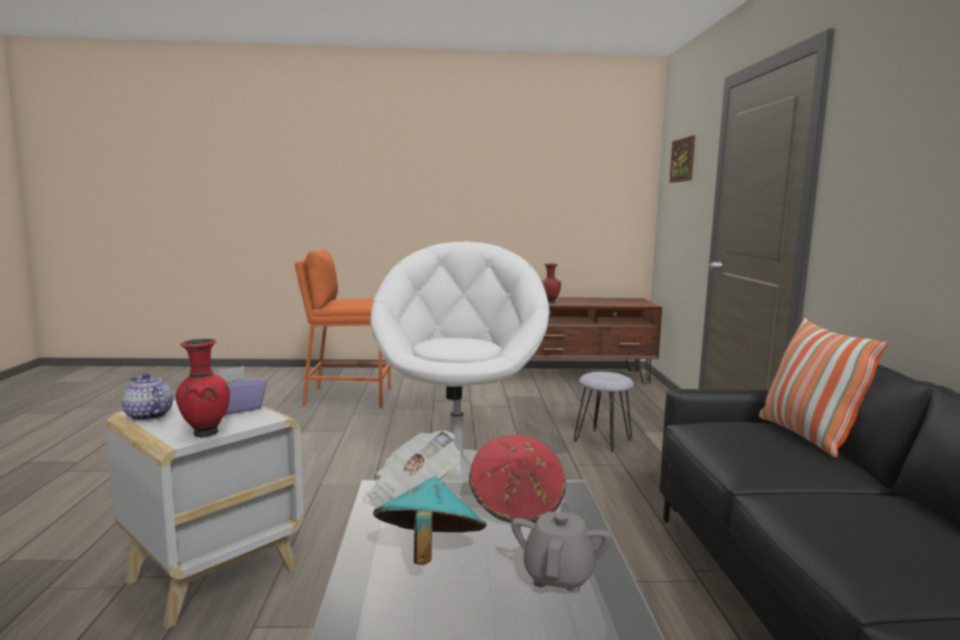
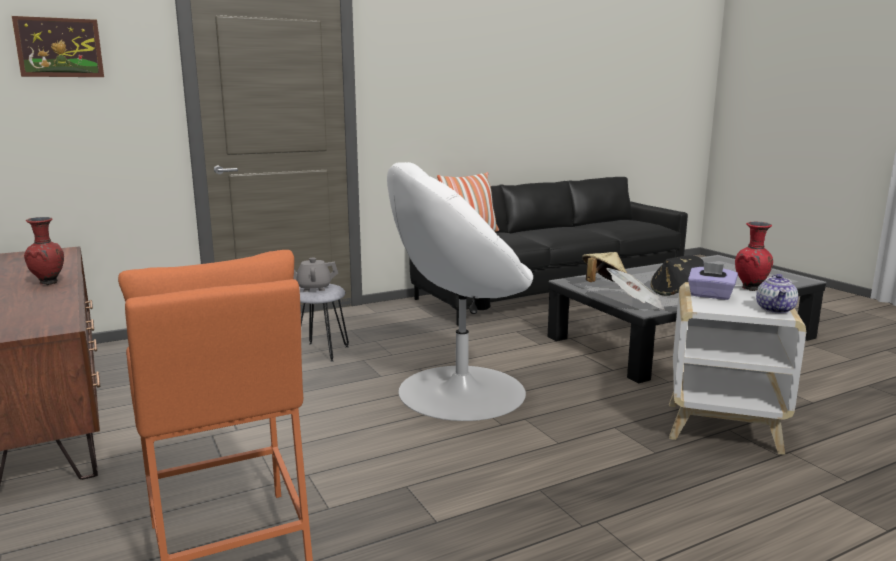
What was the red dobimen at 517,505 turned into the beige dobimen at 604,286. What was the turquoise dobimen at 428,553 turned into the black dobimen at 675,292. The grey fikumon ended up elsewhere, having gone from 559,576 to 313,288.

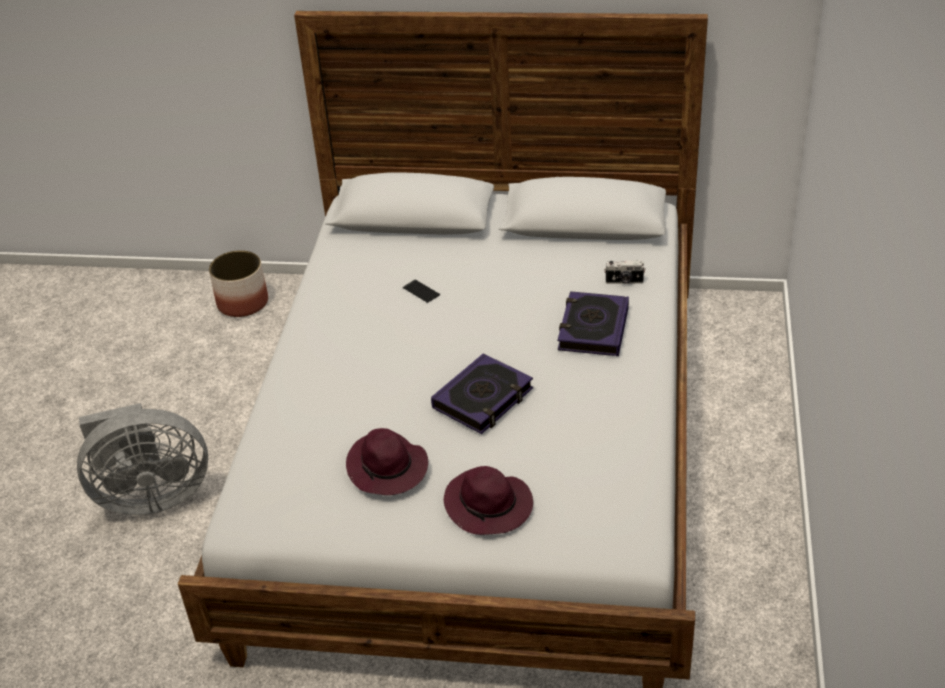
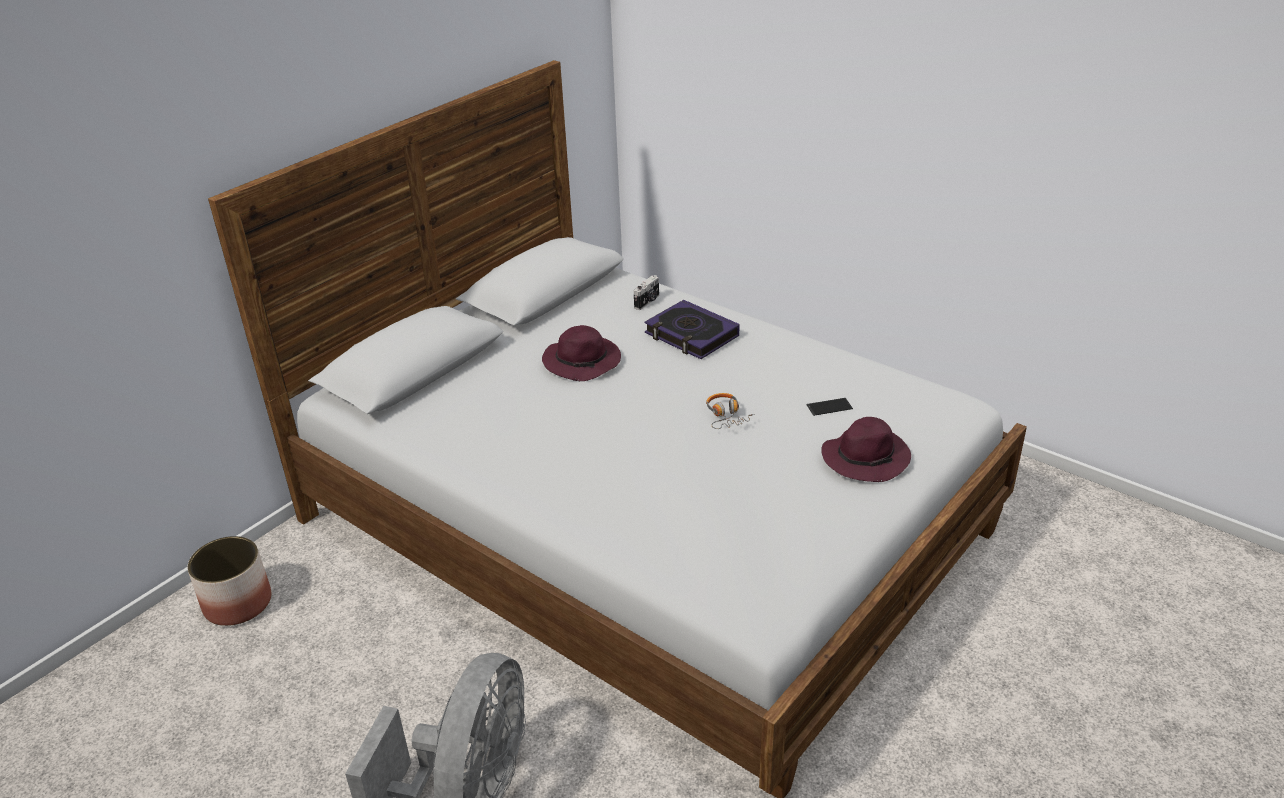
The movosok ended up elsewhere, having gone from 421,291 to 829,407. Where the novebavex stood at 483,399, the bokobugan came to stand at 726,416. The purple dobimen ended up elsewhere, having gone from 388,468 to 583,362.

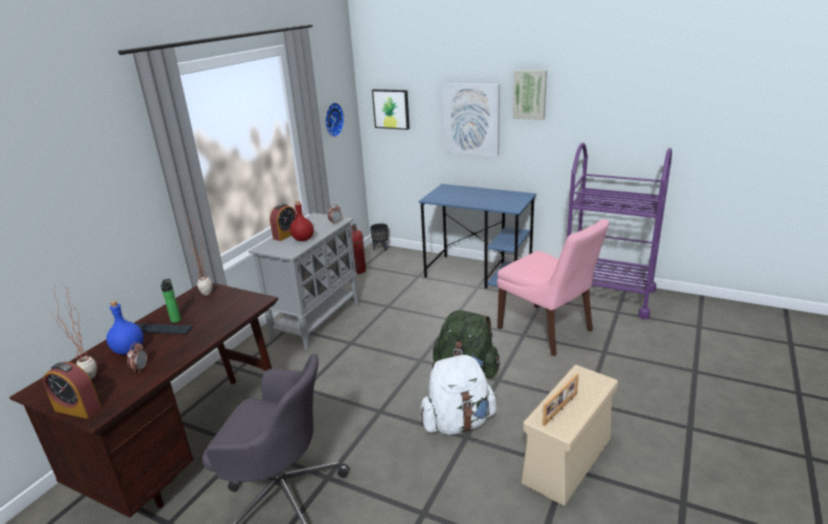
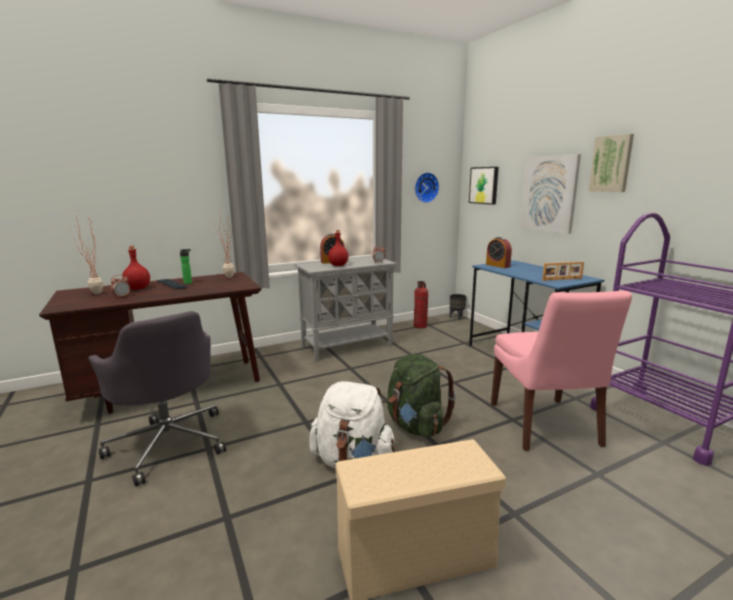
What was the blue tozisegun at 129,350 turned into the red tozisegun at 138,288. The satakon ended up elsewhere, having gone from 78,408 to 497,265. The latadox ended up elsewhere, having gone from 561,409 to 562,279.

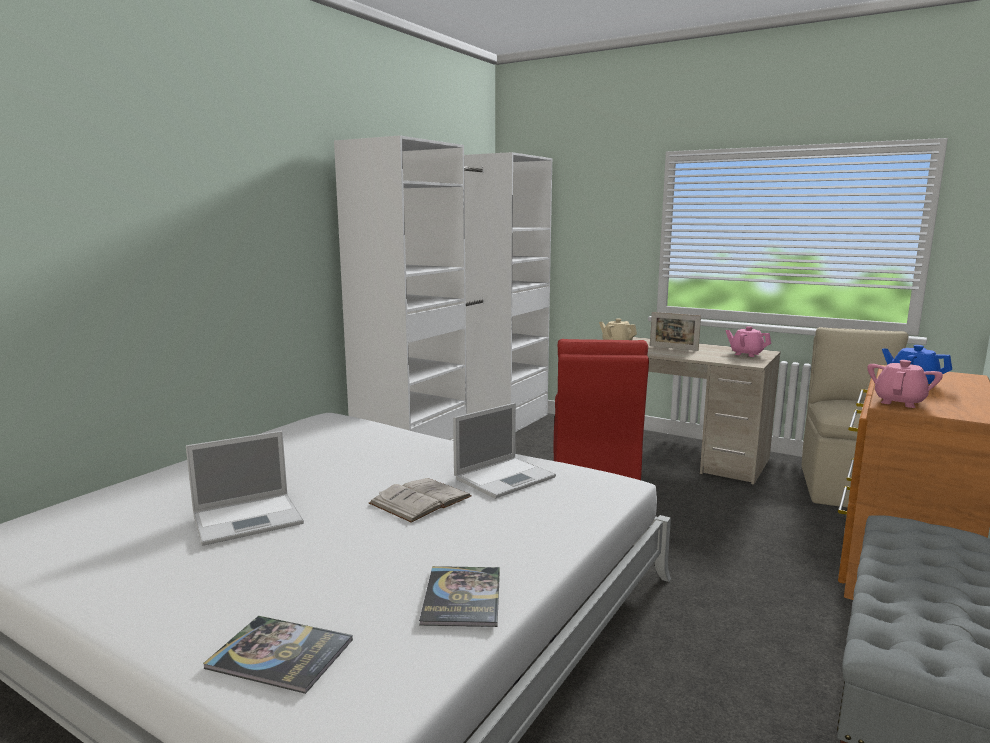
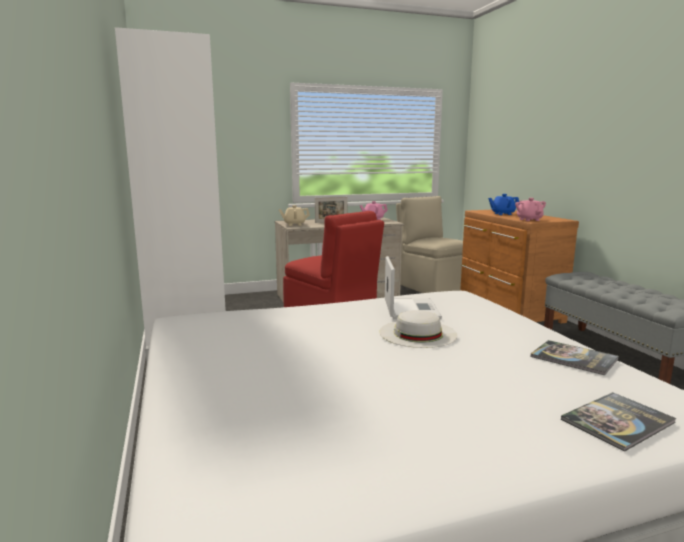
The second view lost the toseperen at 250,518. Where the white novebavex stood at 420,500, the white dobimen came to stand at 418,333.

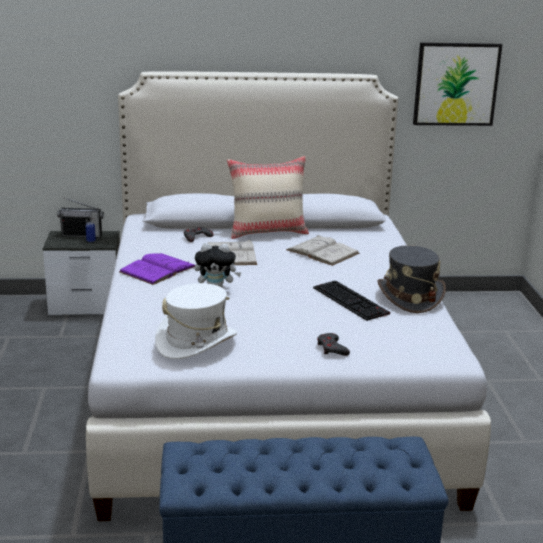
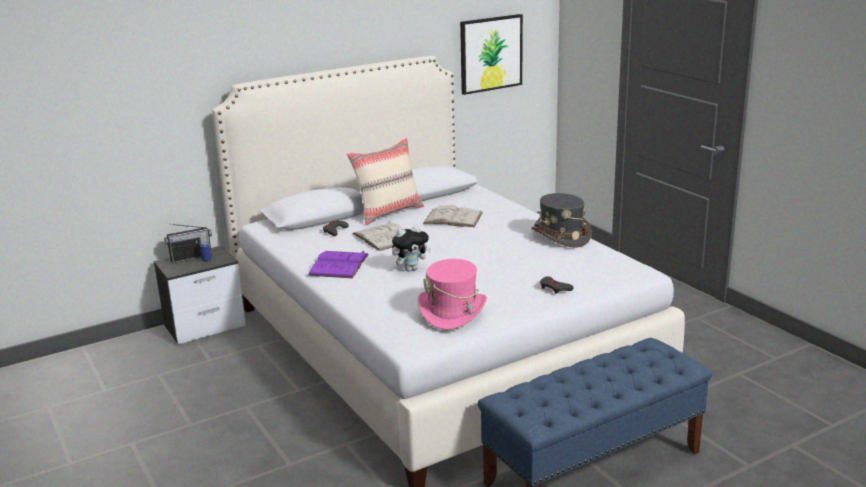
The second view lost the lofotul at 352,301. What was the white dobimen at 196,342 turned into the pink dobimen at 452,311.

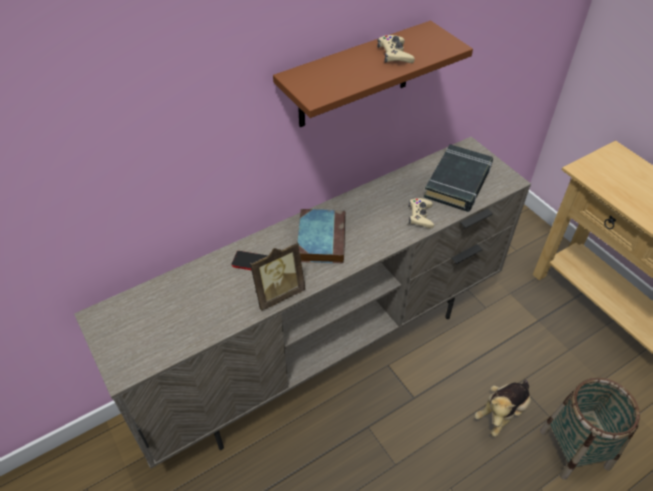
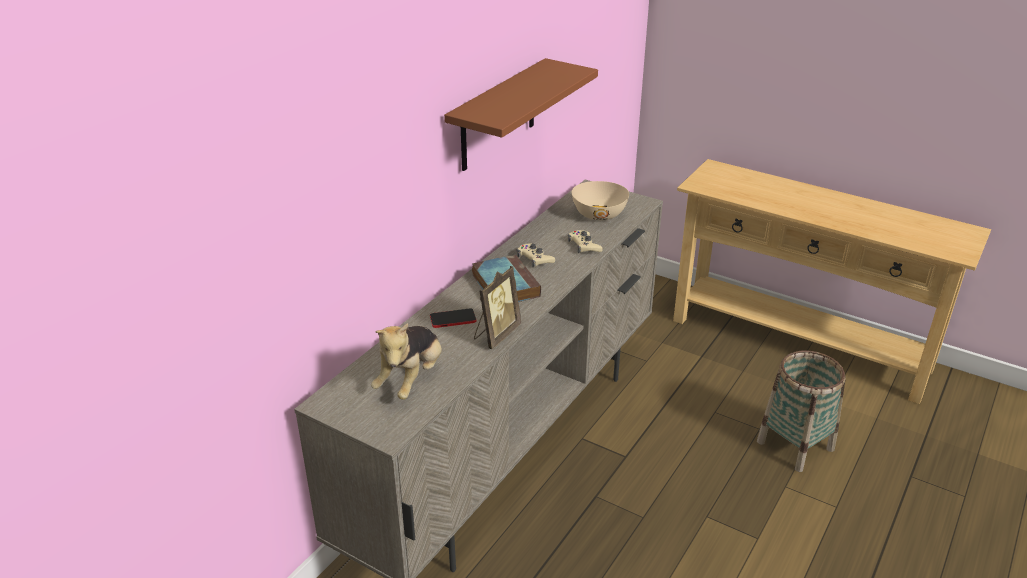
The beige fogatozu ended up elsewhere, having gone from 394,54 to 534,259. Where the black novebavex stood at 458,182, the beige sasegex came to stand at 599,214. The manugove ended up elsewhere, having gone from 502,412 to 411,379.

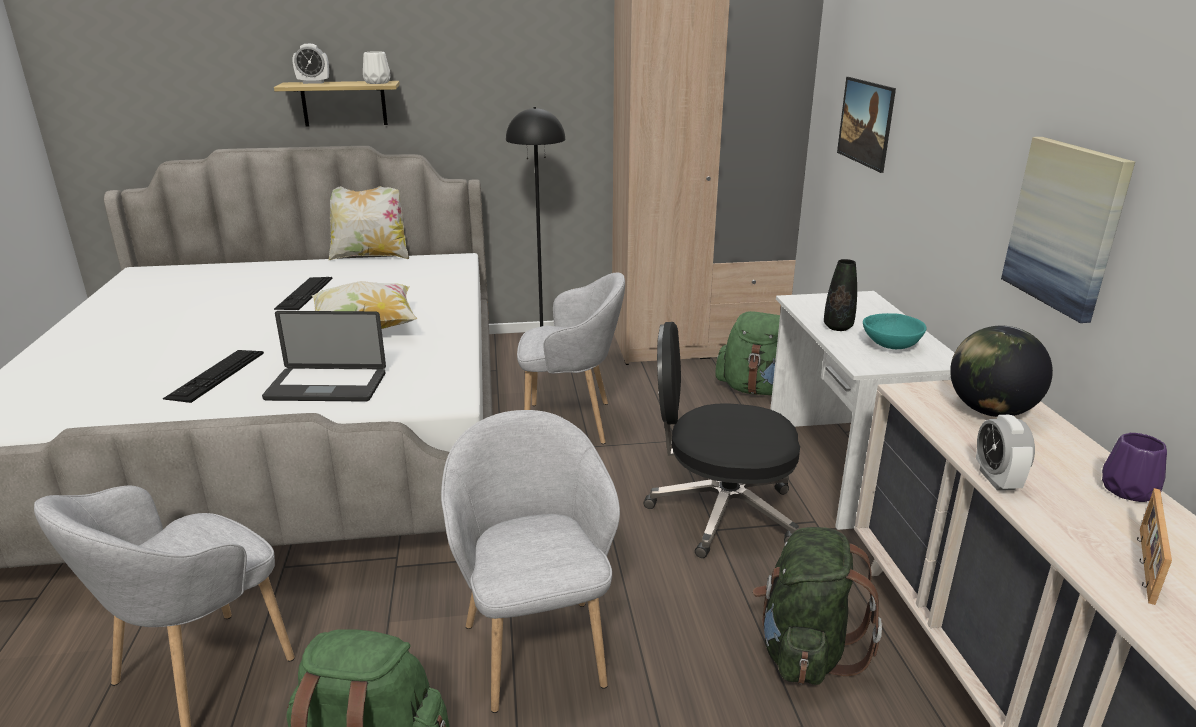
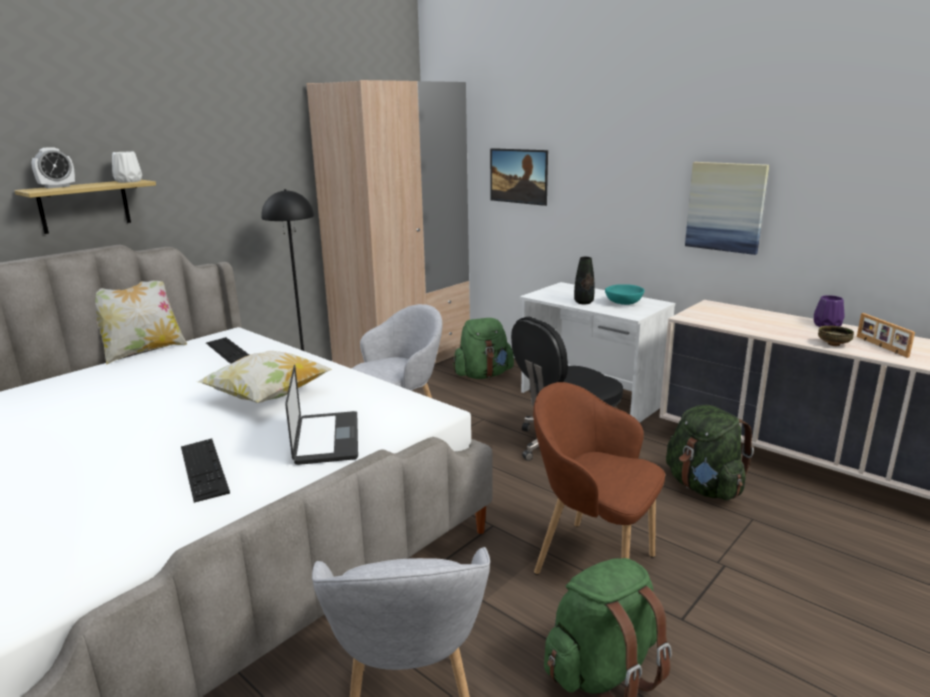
The lofotul ended up elsewhere, having gone from 304,293 to 229,351. The toseperen at 326,387 ended up facing another way, 60 degrees counterclockwise from before. The second view lost the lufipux at 990,411. What was the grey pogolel at 536,648 turned into the brown pogolel at 591,560. The second view lost the satakon at 997,479. The second view gained the sasegex at 833,344.

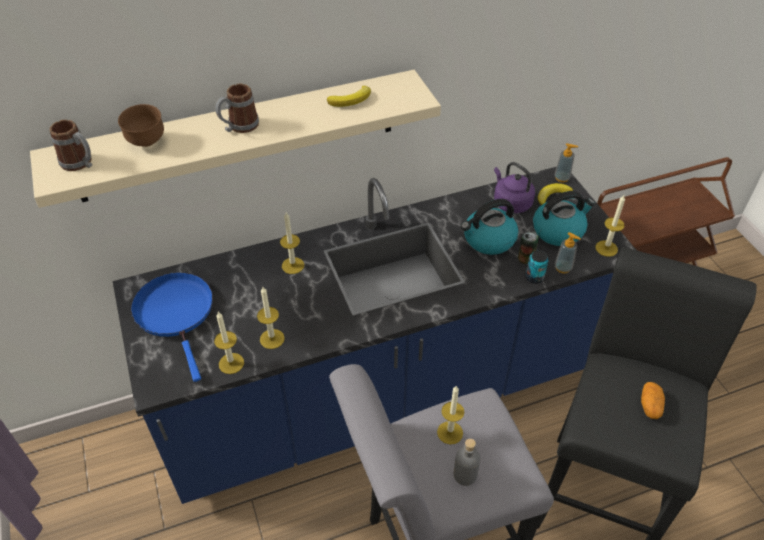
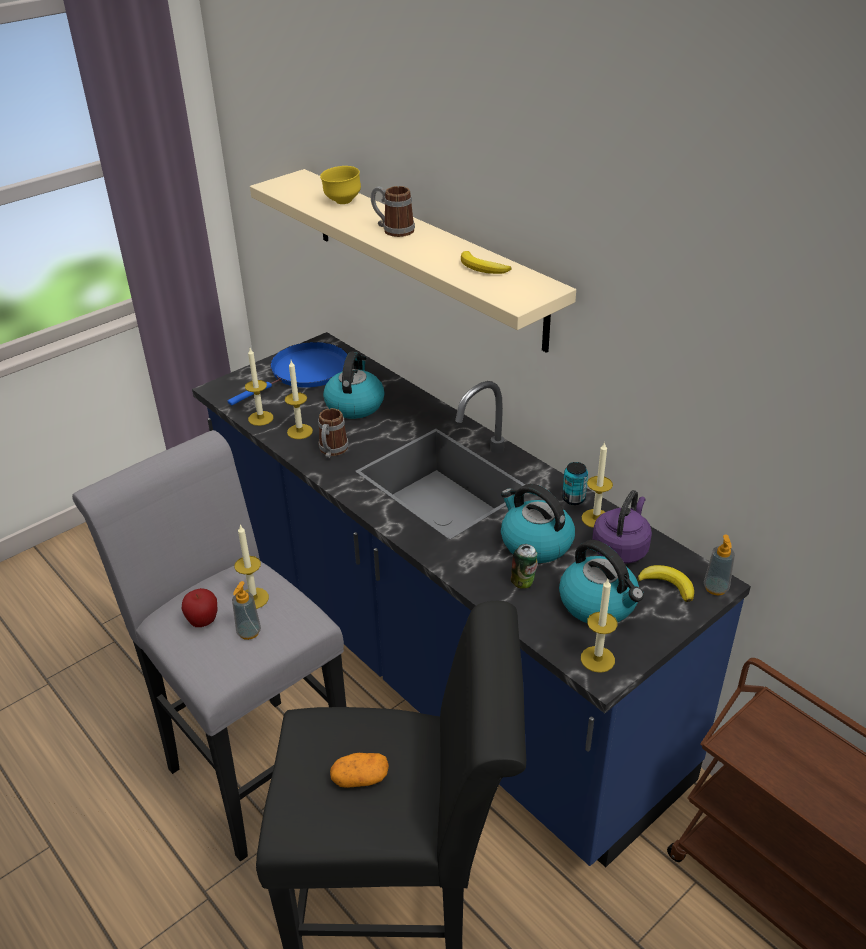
What was the brown sasegex at 147,143 turned into the yellow sasegex at 342,202. The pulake ended up elsewhere, having gone from 80,164 to 332,451. The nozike ended up elsewhere, having gone from 293,265 to 596,518. The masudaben ended up elsewhere, having gone from 563,268 to 249,632. The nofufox ended up elsewhere, having gone from 534,277 to 573,499. Where the grey tozisegun stood at 465,475, the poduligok came to stand at 203,622. The second view gained the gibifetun at 354,404.

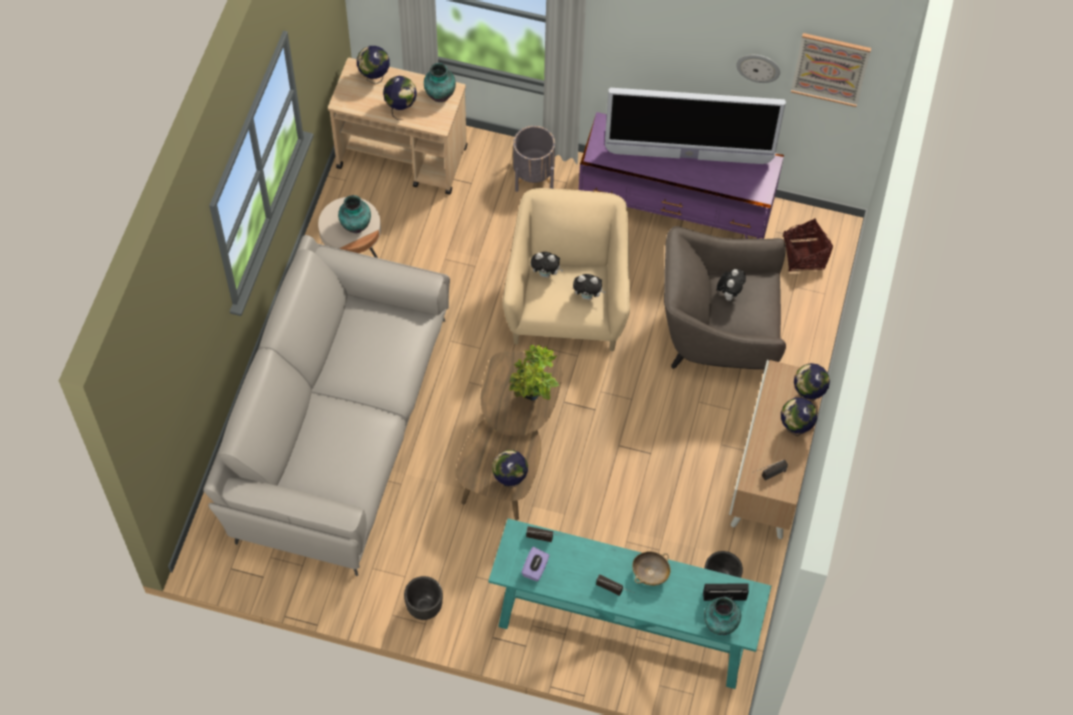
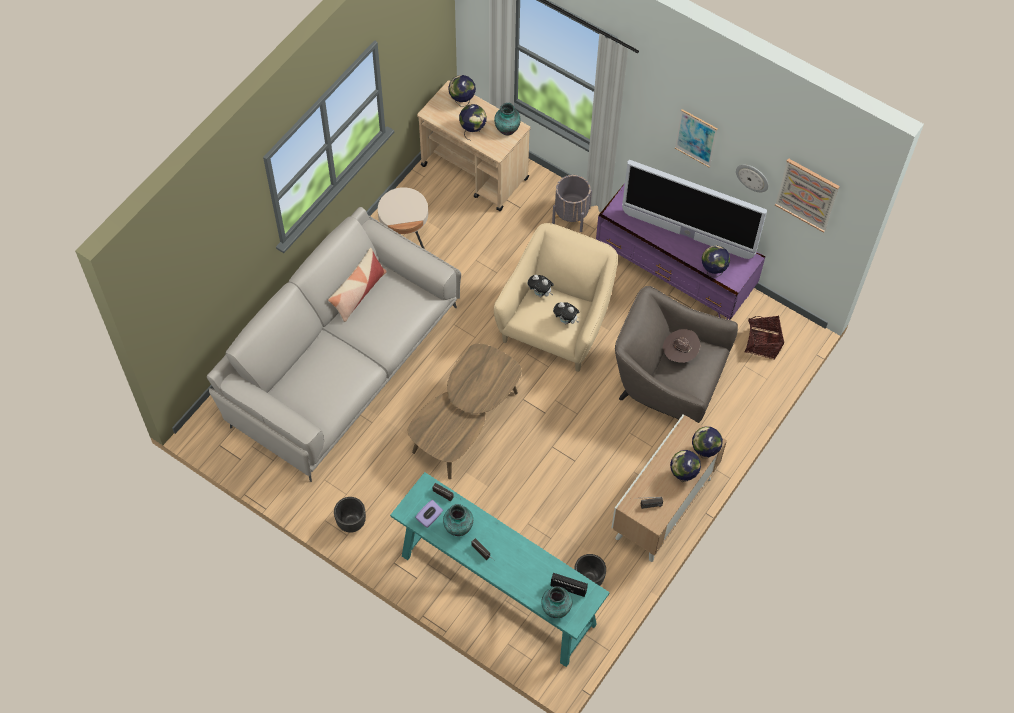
The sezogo ended up elsewhere, having gone from 355,226 to 457,527. Where the manugove stood at 729,293, the brown dobimen came to stand at 679,353. The second view lost the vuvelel at 533,397. The lufipux ended up elsewhere, having gone from 510,480 to 713,271. The second view lost the beige sasegex at 650,573. The second view gained the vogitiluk at 696,138. The second view gained the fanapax at 358,293.

